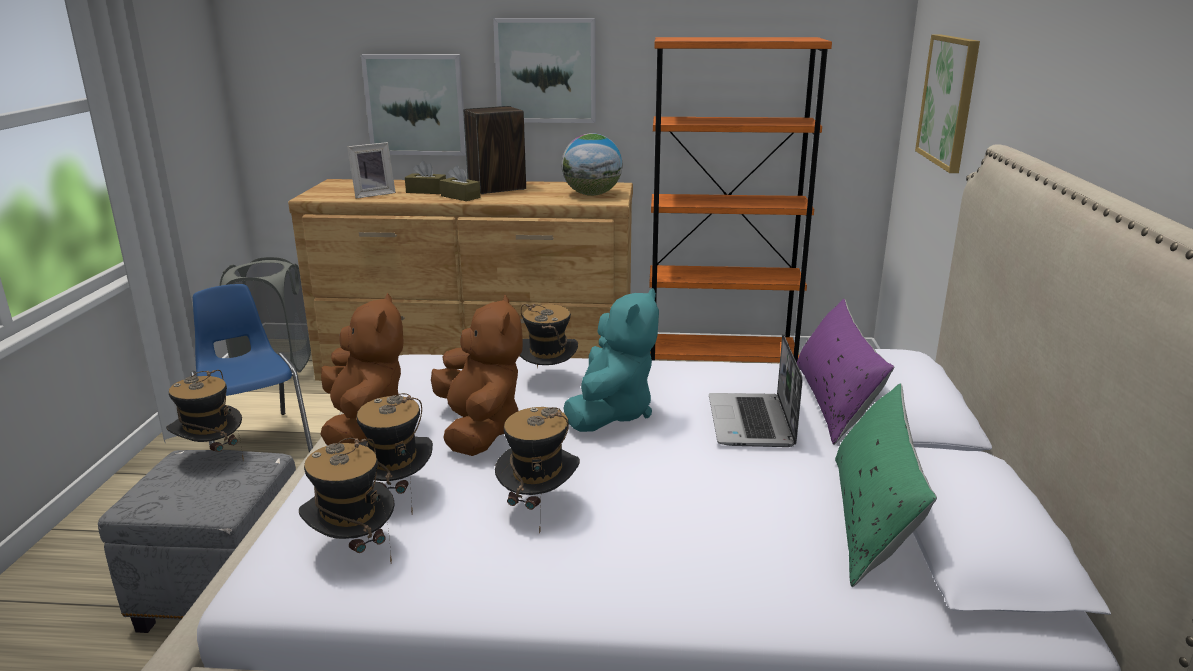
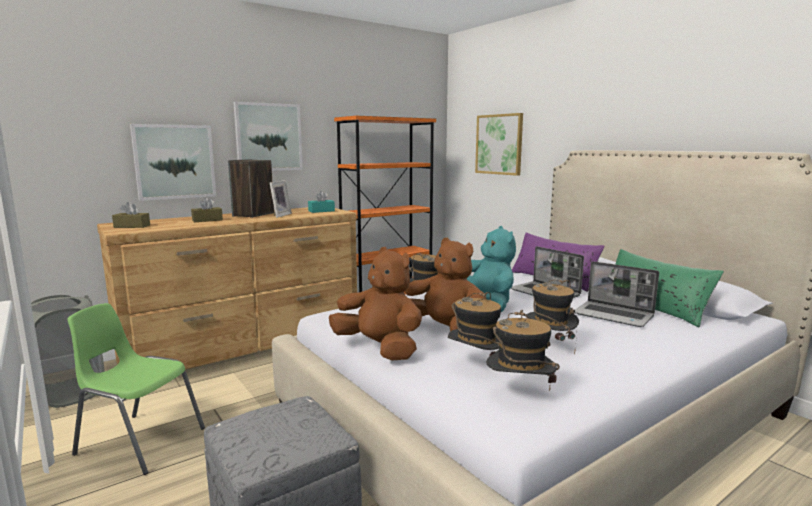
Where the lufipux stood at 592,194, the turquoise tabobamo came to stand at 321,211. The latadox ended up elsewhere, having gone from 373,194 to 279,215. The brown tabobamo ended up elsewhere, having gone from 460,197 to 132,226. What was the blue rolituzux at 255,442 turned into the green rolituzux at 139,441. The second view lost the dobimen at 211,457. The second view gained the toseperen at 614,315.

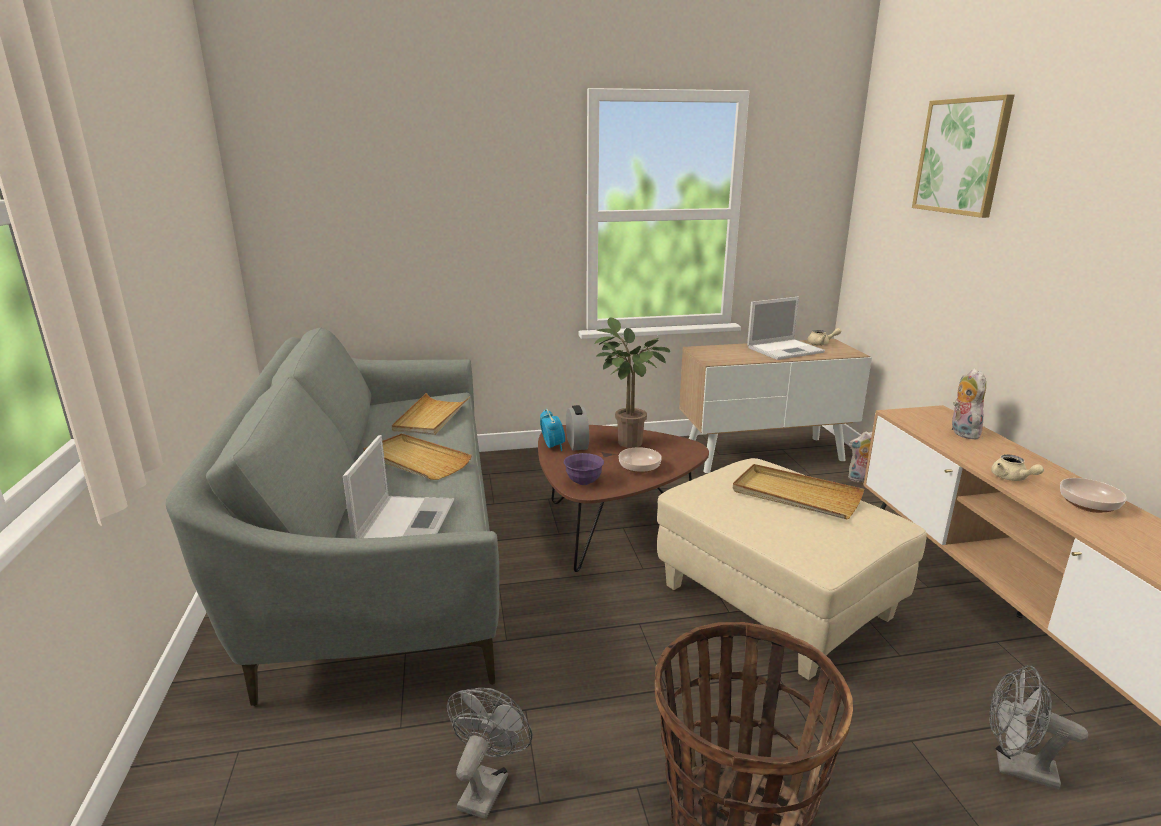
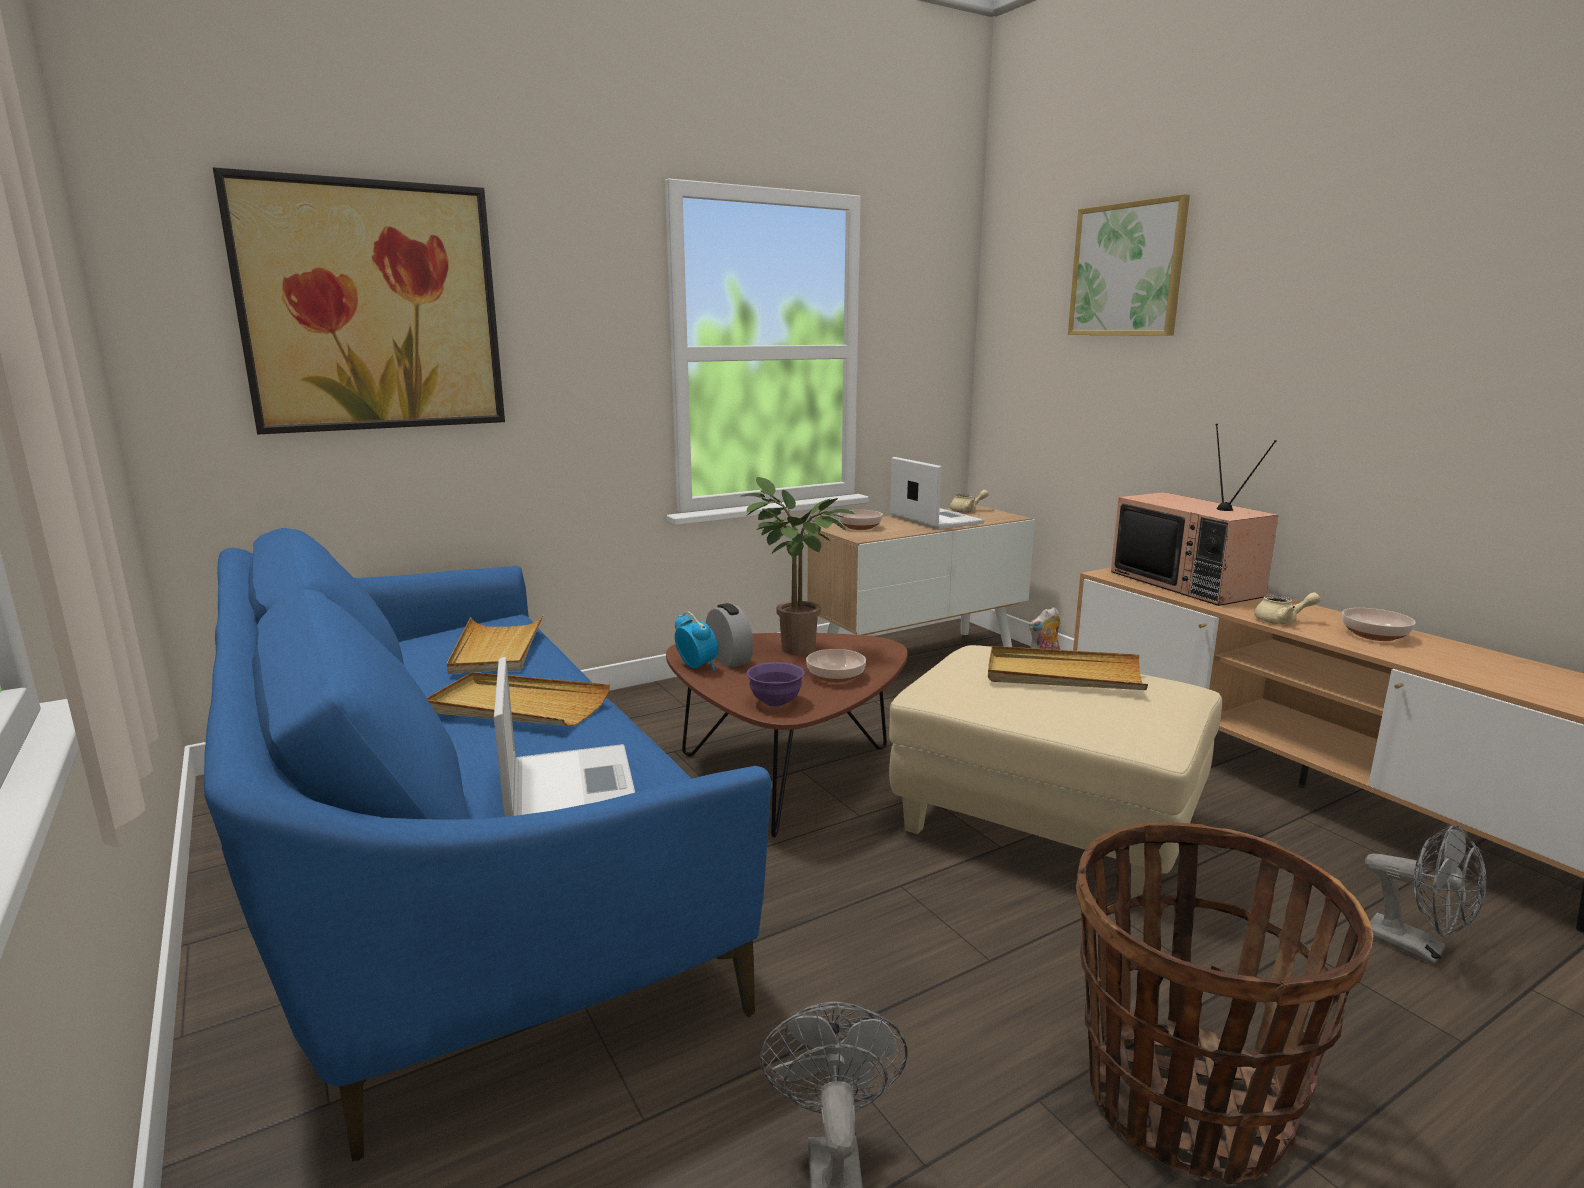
The toseperen at 786,350 ended up facing another way, 75 degrees counterclockwise from before. What was the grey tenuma at 384,551 turned into the blue tenuma at 460,865. Where the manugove stood at 961,432, the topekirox came to stand at 1188,584. The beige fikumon at 1012,478 ended up facing another way, 45 degrees counterclockwise from before. The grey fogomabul at 1015,767 ended up facing another way, 135 degrees counterclockwise from before. The second view gained the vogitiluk at 372,307. The second view gained the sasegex at 860,527.

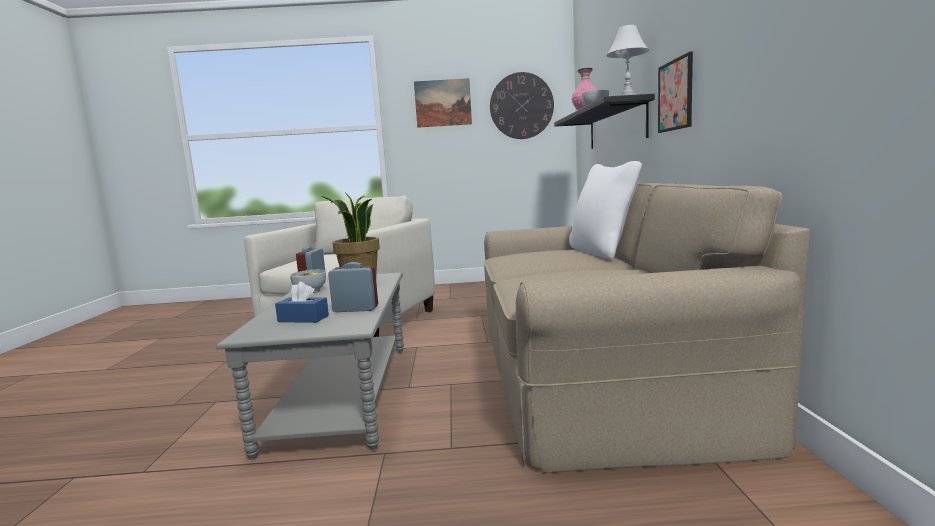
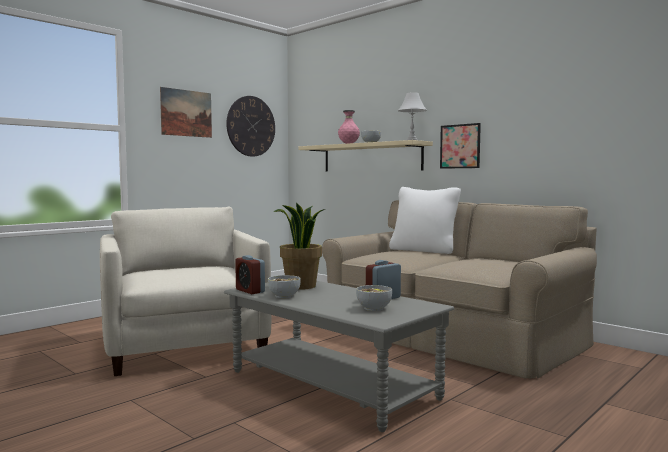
What was the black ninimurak at 615,126 turned into the beige ninimurak at 371,157. Where the blue tabobamo stood at 303,319, the sasegex came to stand at 373,308.

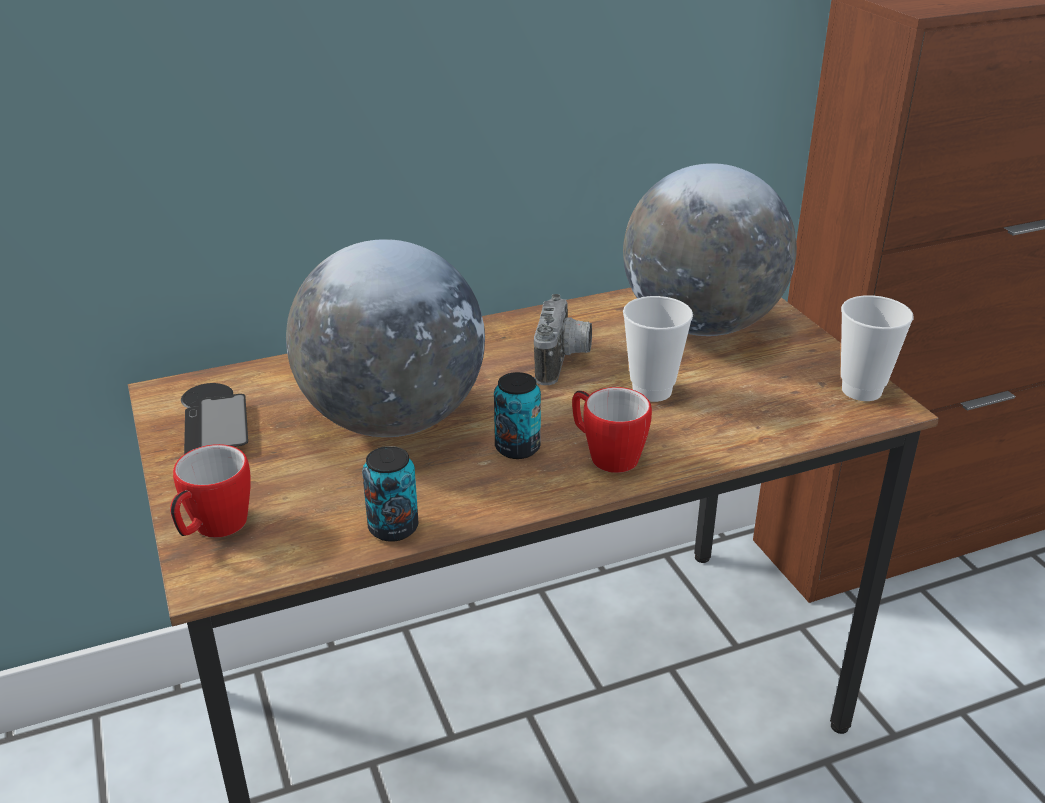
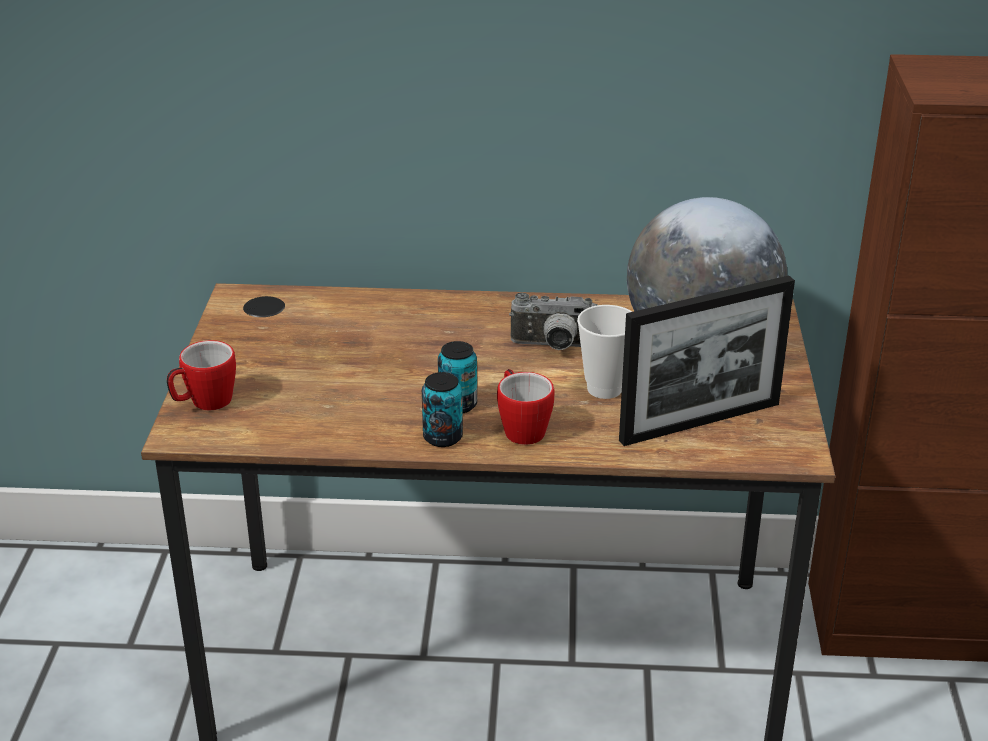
The second view lost the lufipux at 393,420. The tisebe at 564,362 ended up facing another way, 60 degrees clockwise from before. The second view lost the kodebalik at 861,390. The second view lost the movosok at 216,429. The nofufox ended up elsewhere, having gone from 393,528 to 443,437. The second view gained the latadox at 700,422.

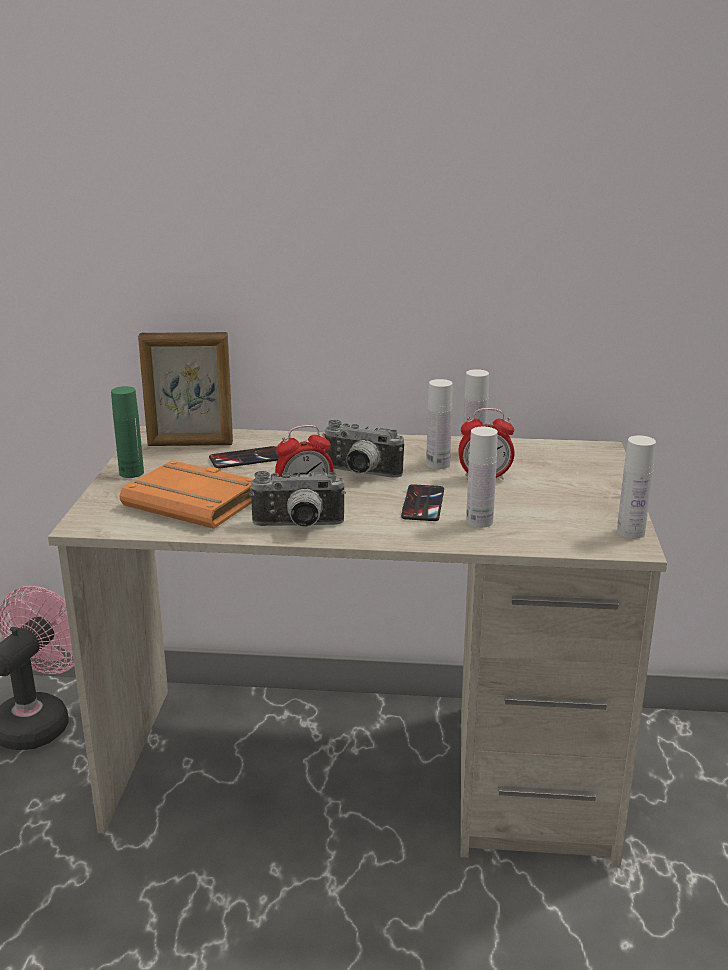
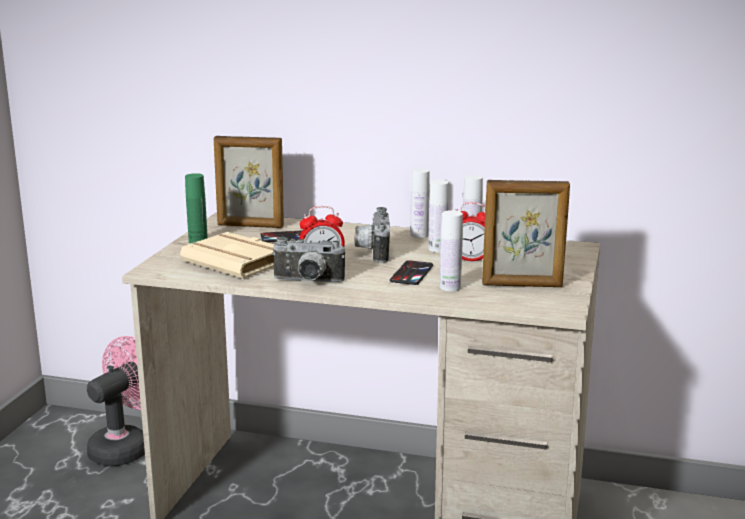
The tisebe at 360,474 ended up facing another way, 60 degrees clockwise from before. The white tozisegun ended up elsewhere, having gone from 630,532 to 419,235. What was the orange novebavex at 196,502 turned into the beige novebavex at 238,262. The second view gained the latadox at 522,285.

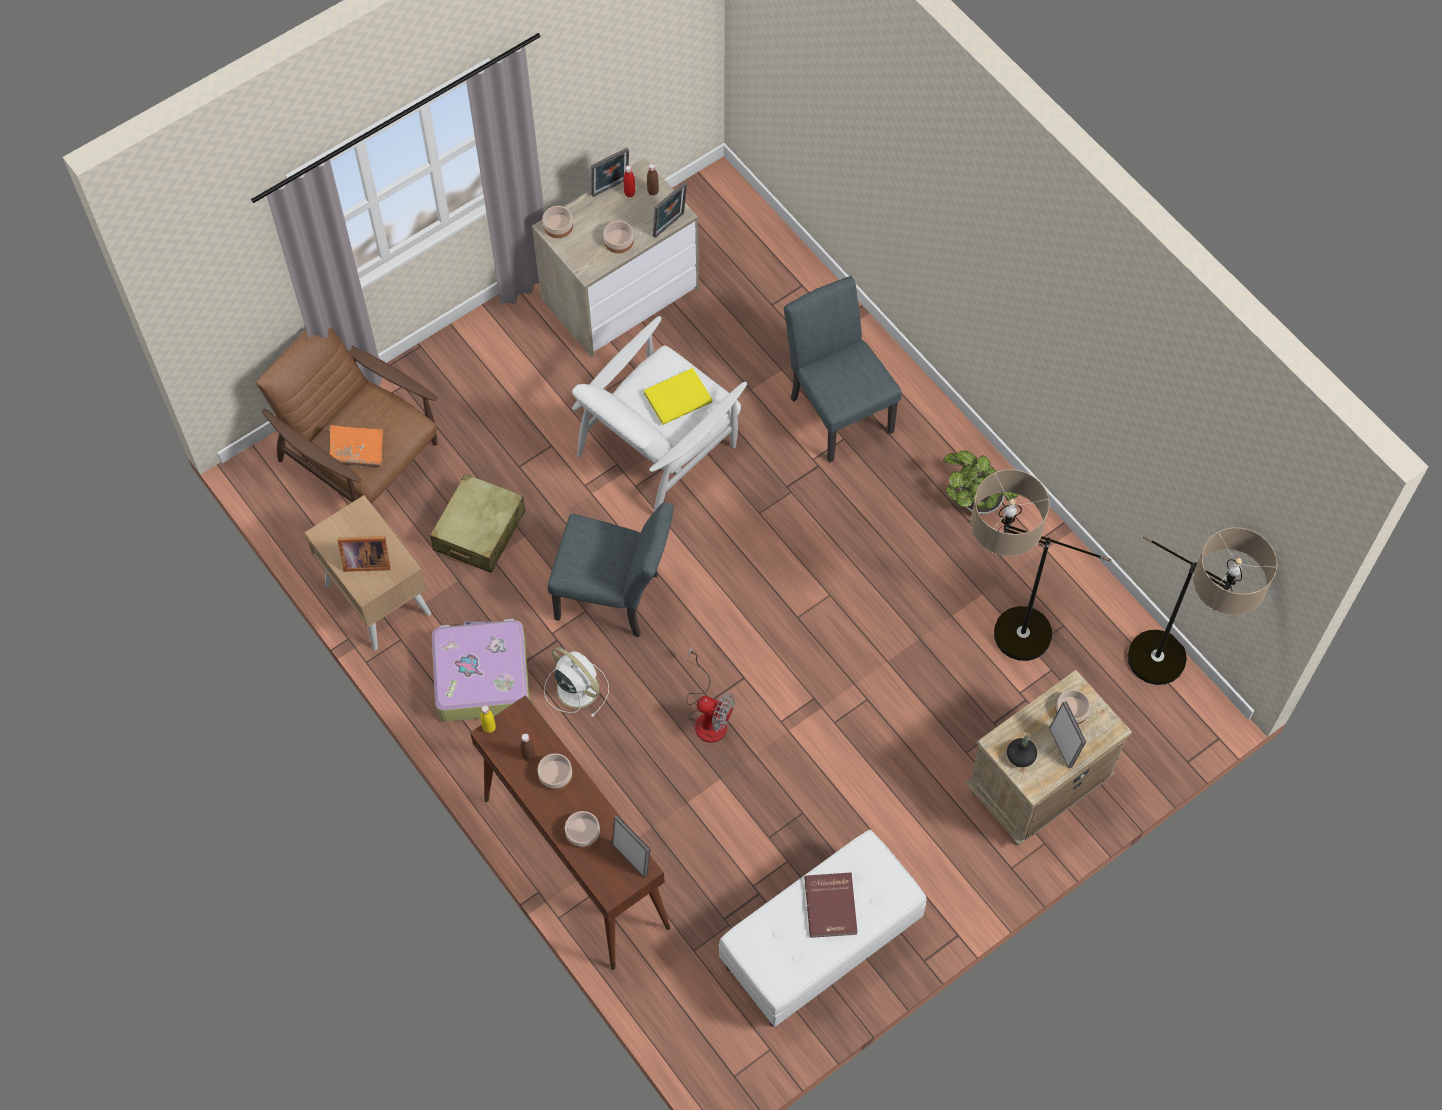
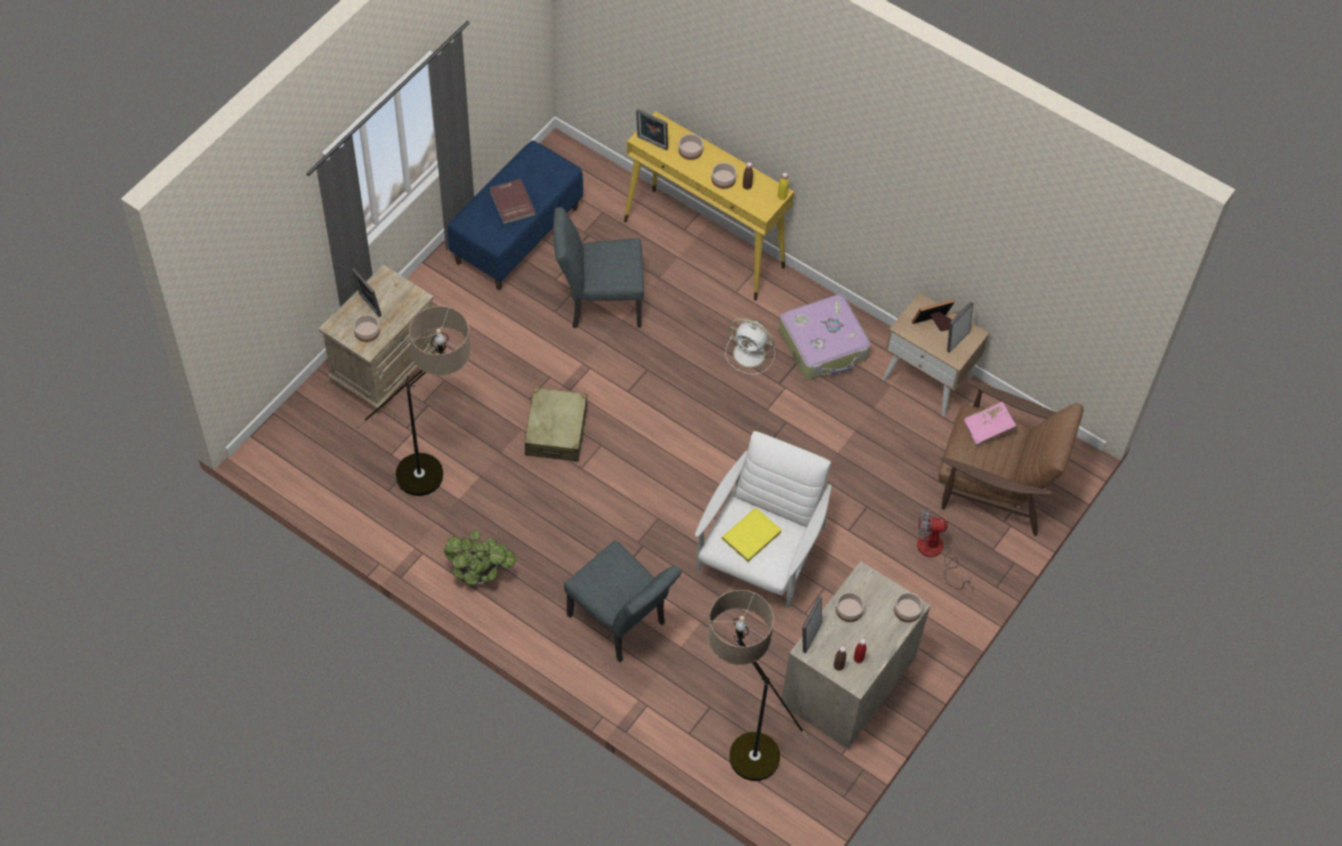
The latadox ended up elsewhere, having gone from 611,189 to 956,340. What was the orange novebavex at 357,451 turned into the pink novebavex at 988,428. The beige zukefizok ended up elsewhere, having gone from 479,531 to 556,431. The grey rolituzux ended up elsewhere, having gone from 615,598 to 598,303. The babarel ended up elsewhere, having gone from 1169,677 to 739,743. The fogomabul ended up elsewhere, having gone from 708,716 to 936,553. What was the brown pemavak at 575,862 turned into the yellow pemavak at 704,244. The second view lost the black tozisegun at 1020,756. What was the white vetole at 820,945 turned into the blue vetole at 517,234.

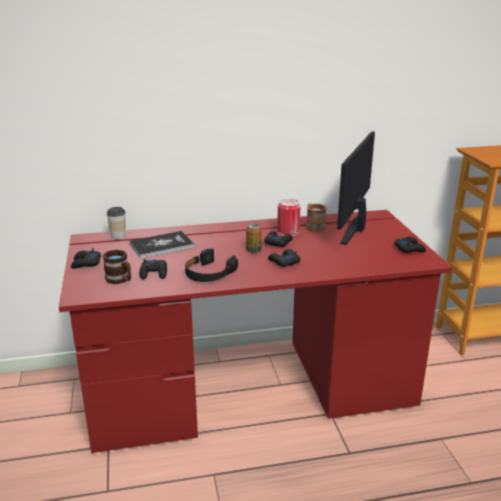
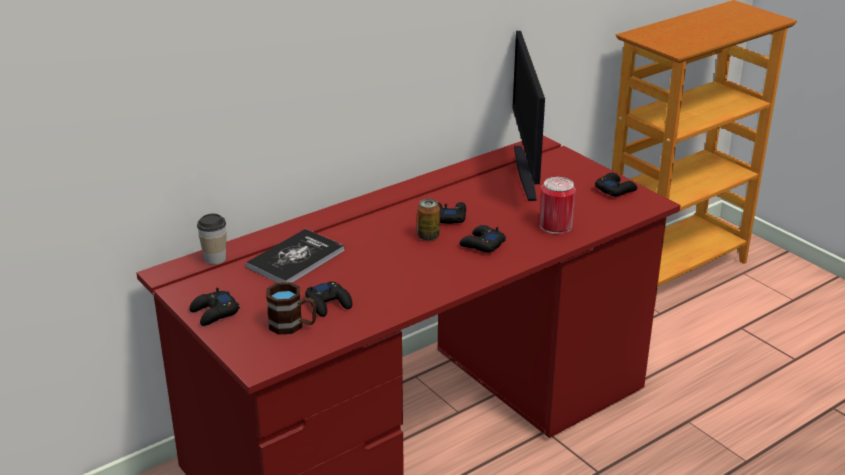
The nofufox ended up elsewhere, having gone from 288,231 to 555,226. The second view lost the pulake at 313,226. The second view lost the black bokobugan at 209,273.

